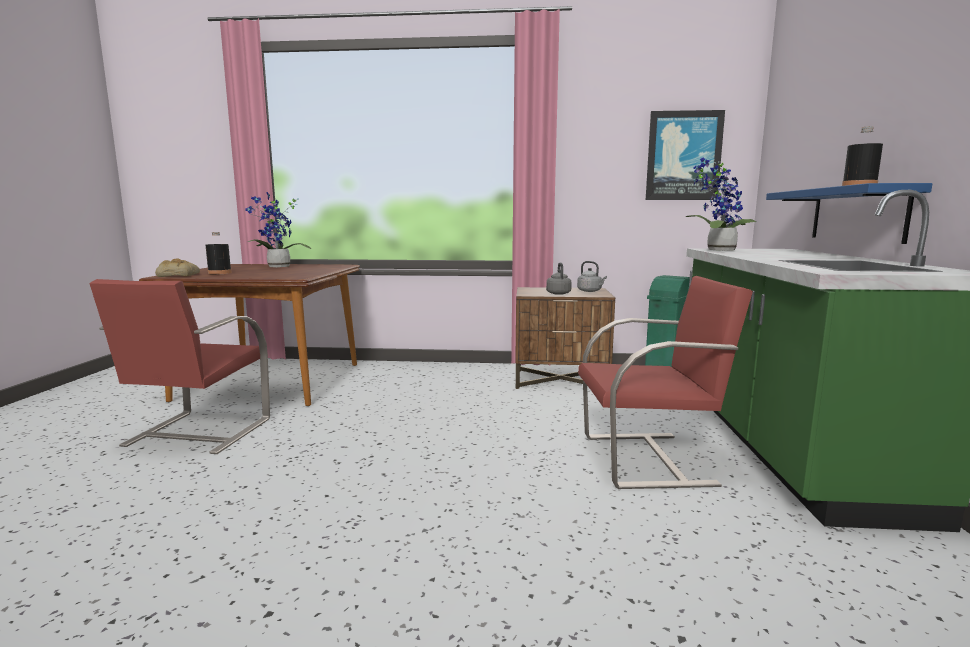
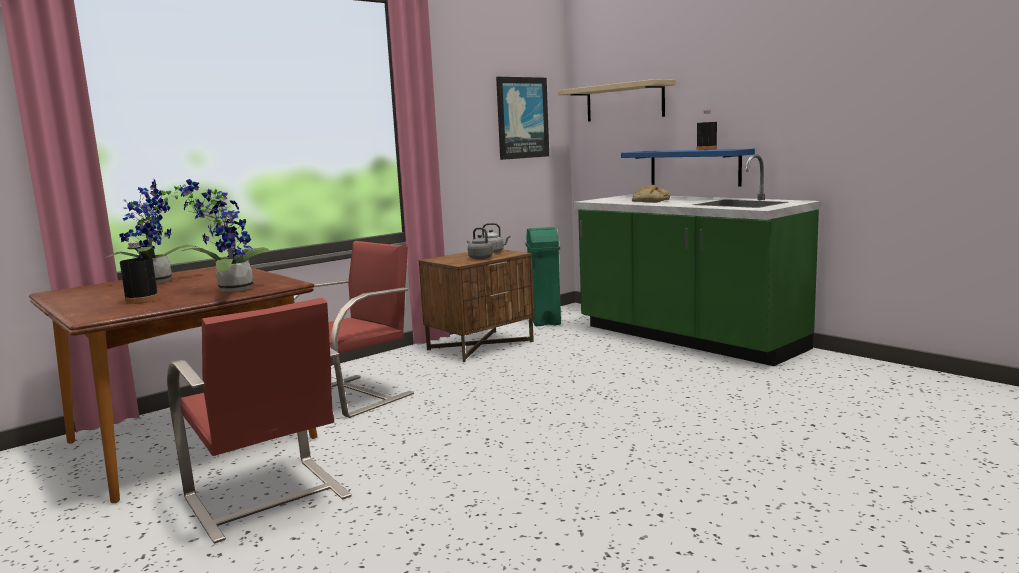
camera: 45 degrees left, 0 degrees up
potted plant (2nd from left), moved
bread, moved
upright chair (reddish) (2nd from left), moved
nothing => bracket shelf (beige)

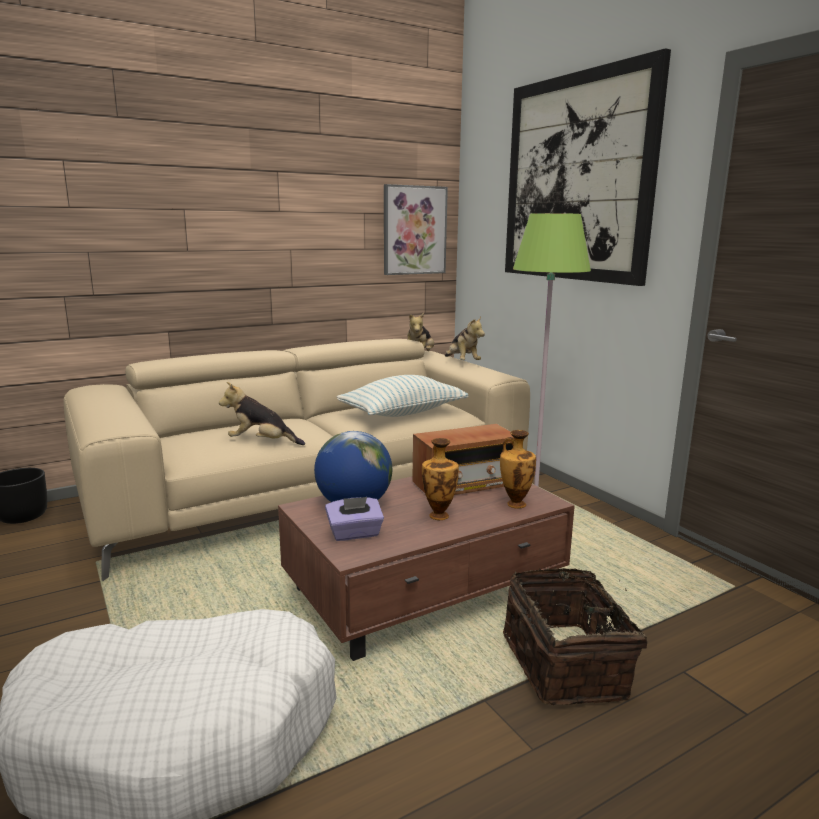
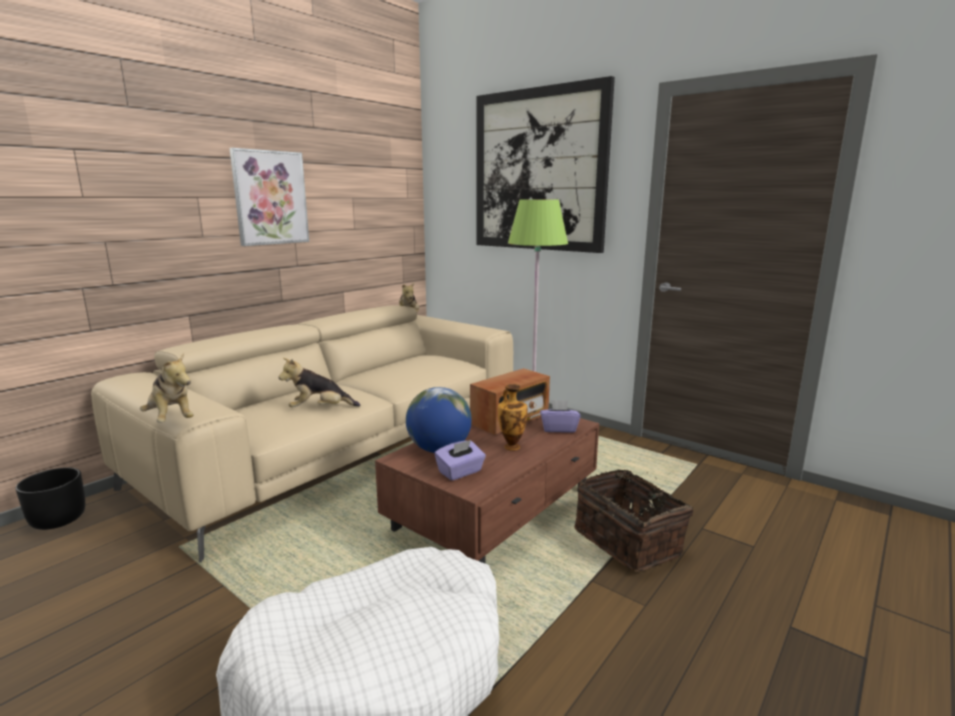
camera: 20 degrees left, 0 degrees up
wall art (1st from left), moved
soft toy (3rd from left in the first image) => soft toy (1st from left), moved
pillow => nothing
flower vase (2nd from left) => tissue box (purplish) (2nd from left)

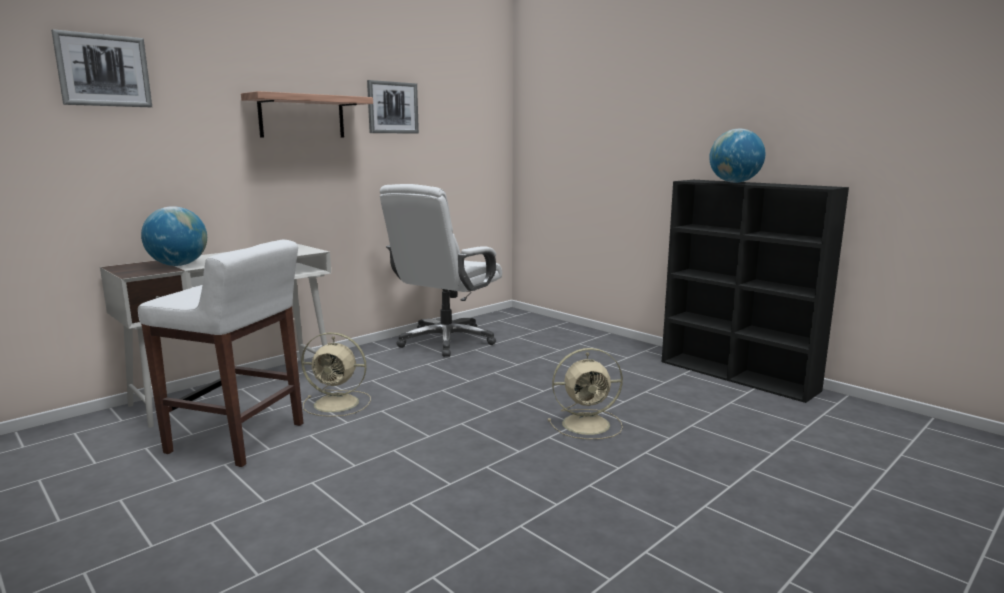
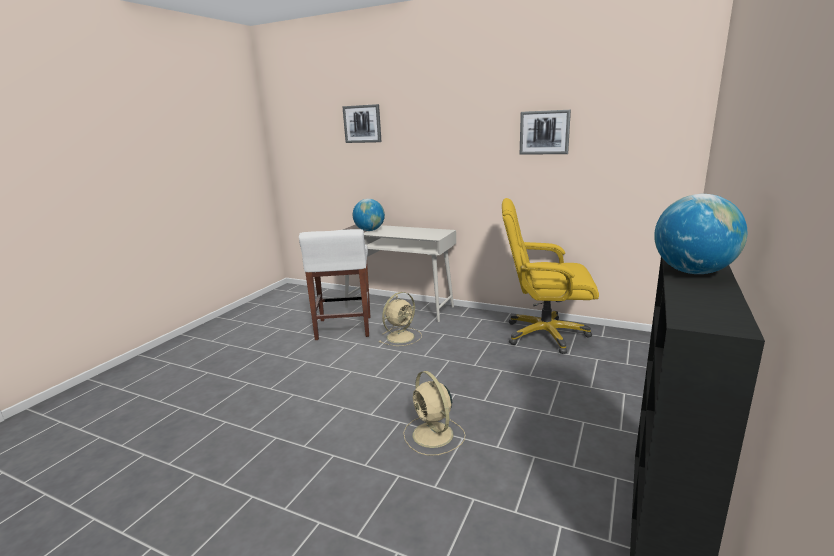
camera: 70 degrees right, 5 degrees up
bracket shelf => nothing
computer chair (white-coloured) => computer chair (yellowish)
fan (beige) (1st from left), 120 degrees counterclockwise

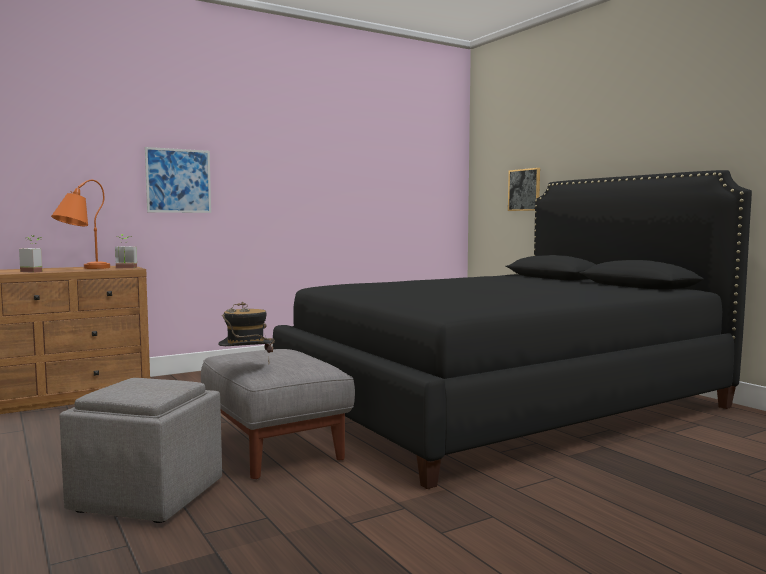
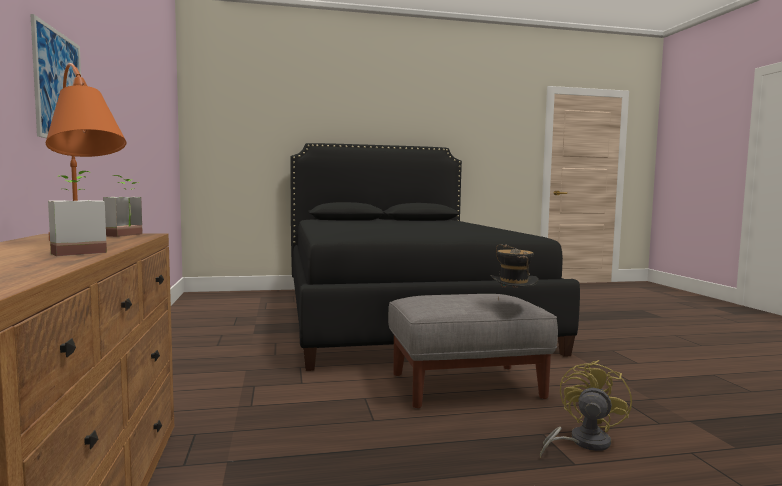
camera: 70 degrees left, 0 degrees up
wall art (2nd from left) => nothing
ottoman (gray) (1st from left) => fan (yellowish)

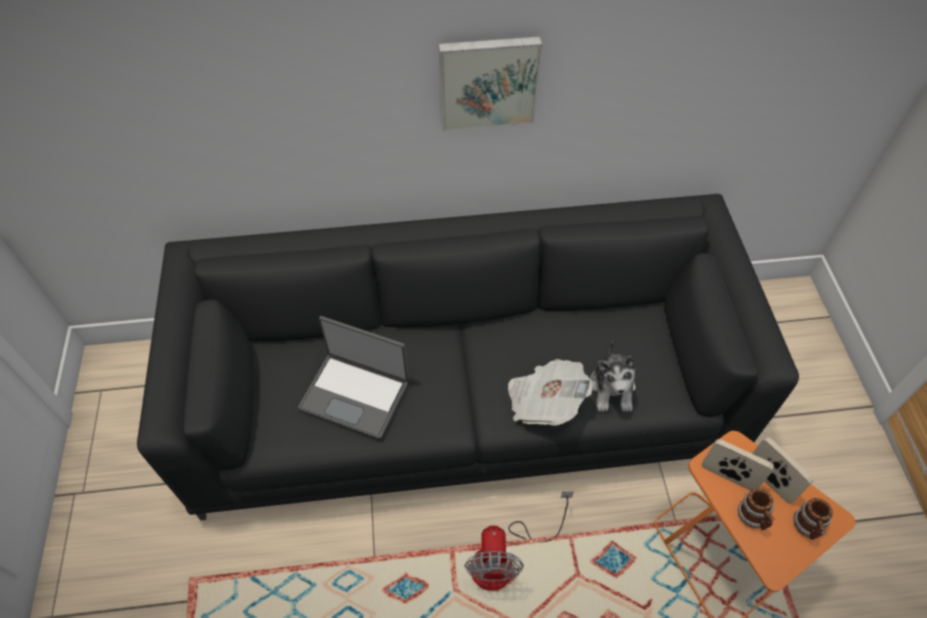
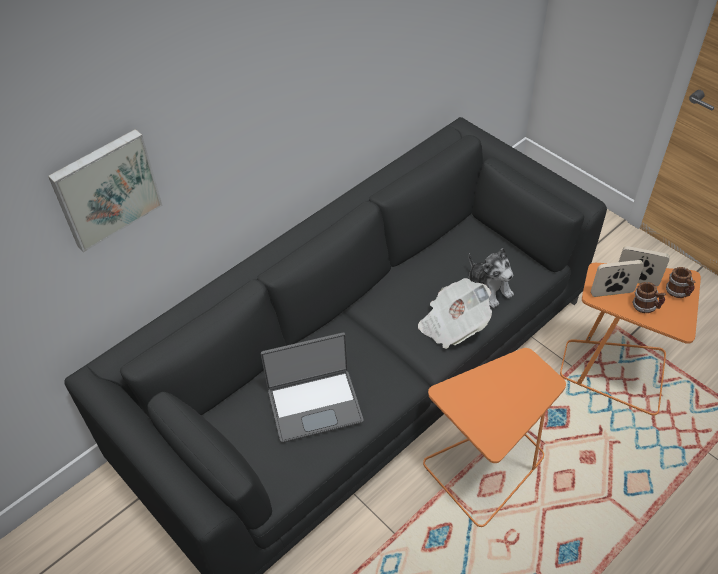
camera: 35 degrees left, 5 degrees down
wall art, moved
fan => side table (orange-coloured) (1st from left)

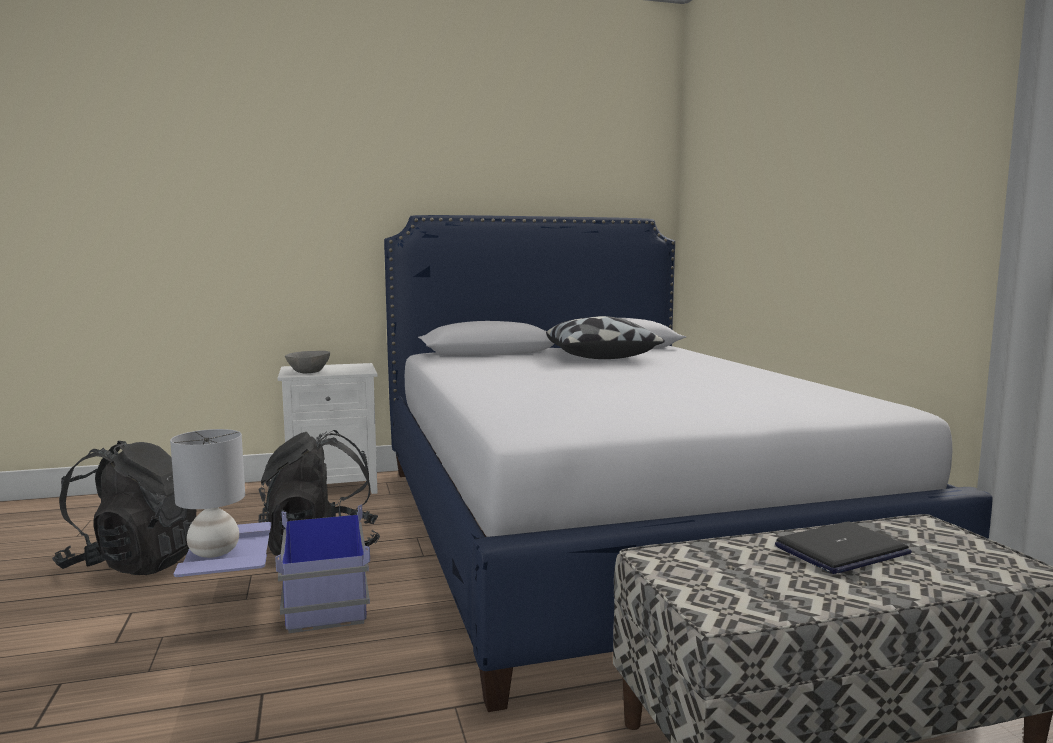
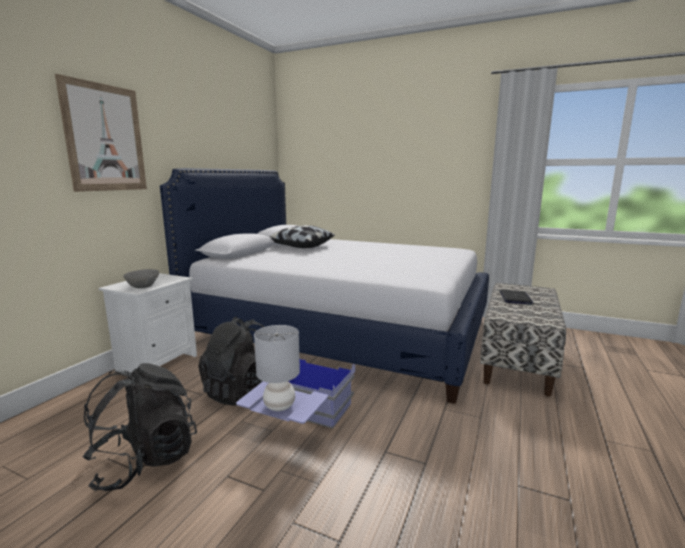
camera: 50 degrees left, 5 degrees up
nothing => wall art

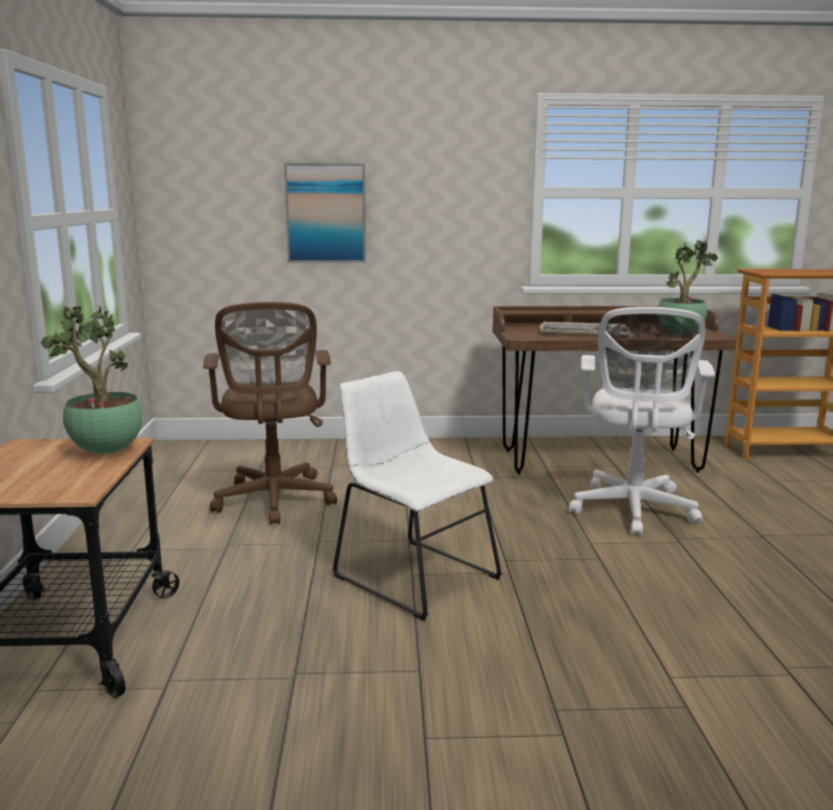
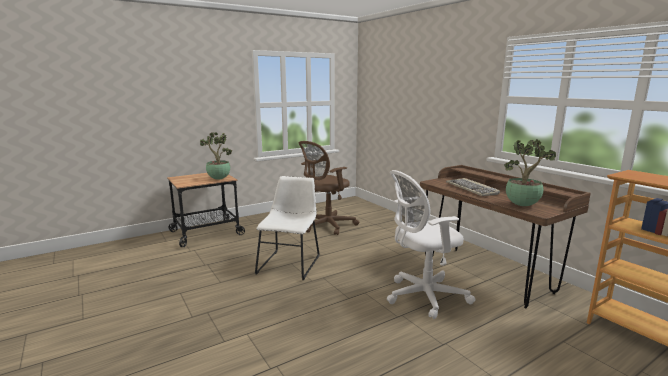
camera: 60 degrees right, 0 degrees up
wall art => nothing

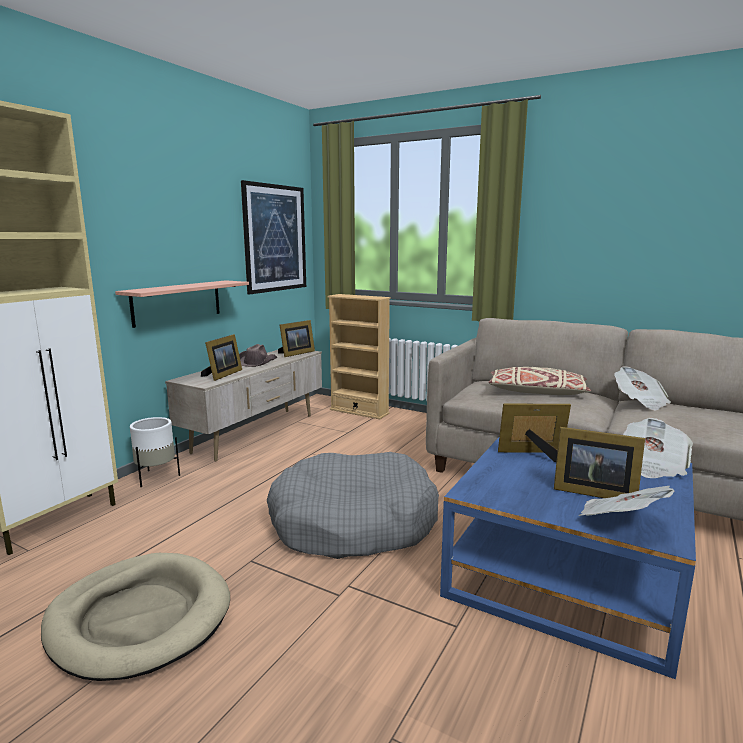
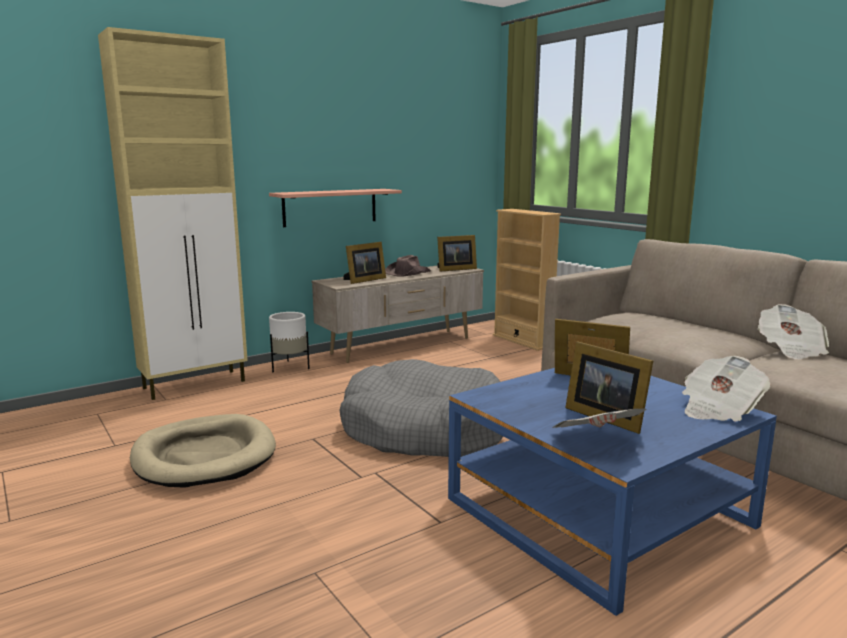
camera: 25 degrees right, 0 degrees up
wall art => nothing
pillow (beige) => nothing

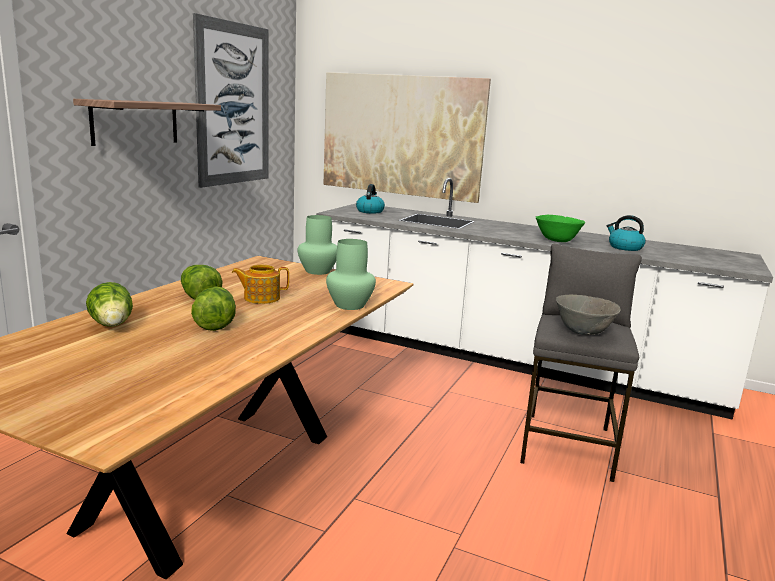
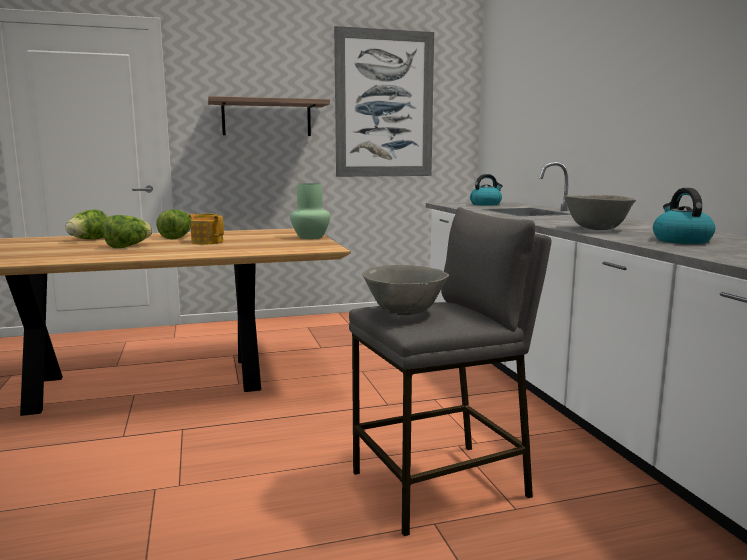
camera: 50 degrees right, 5 degrees down
wall art (2nd from left) => nothing
bowl (greenish) => bowl (gray) (2nd from left)
flower vase (greenish) (2nd from left) => nothing

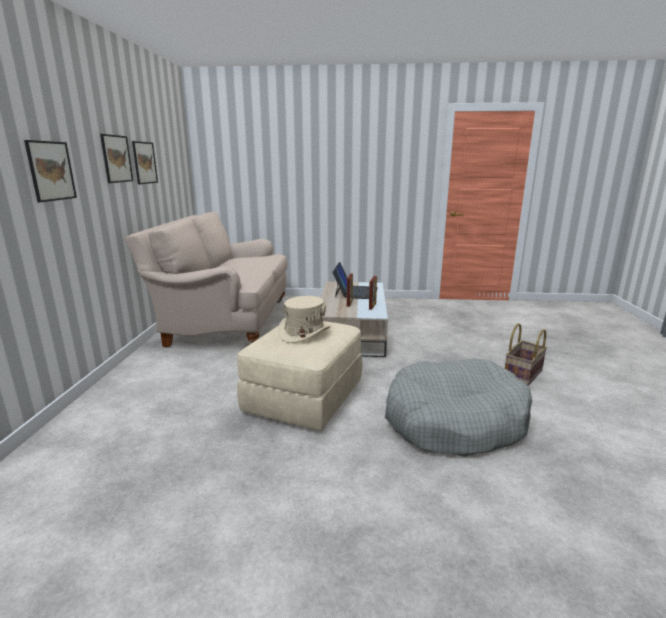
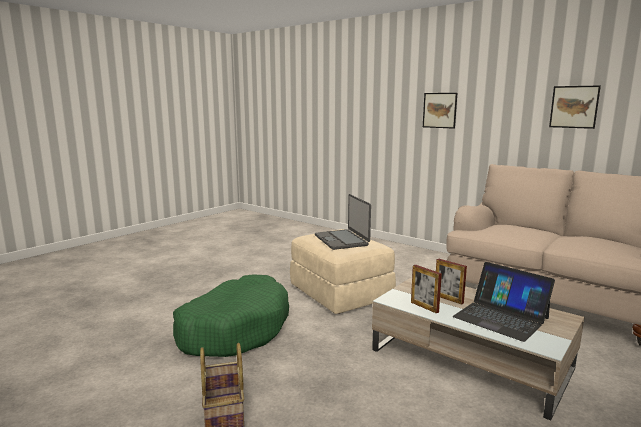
camera: 125 degrees right, 5 degrees down
wall art (2nd from left) => nothing
clothing hat (beige) => notebook computer (1st from left)
dog bed (gray) => dog bed (greenish)

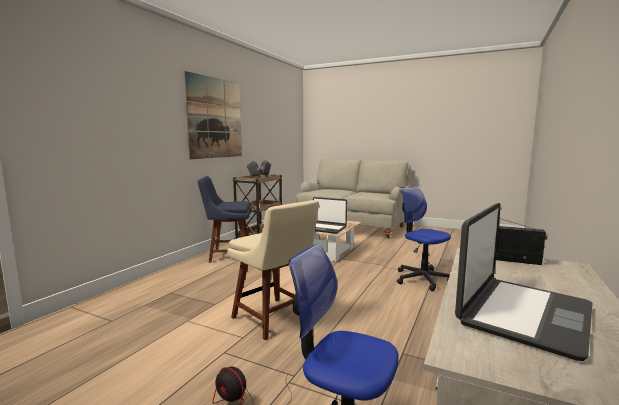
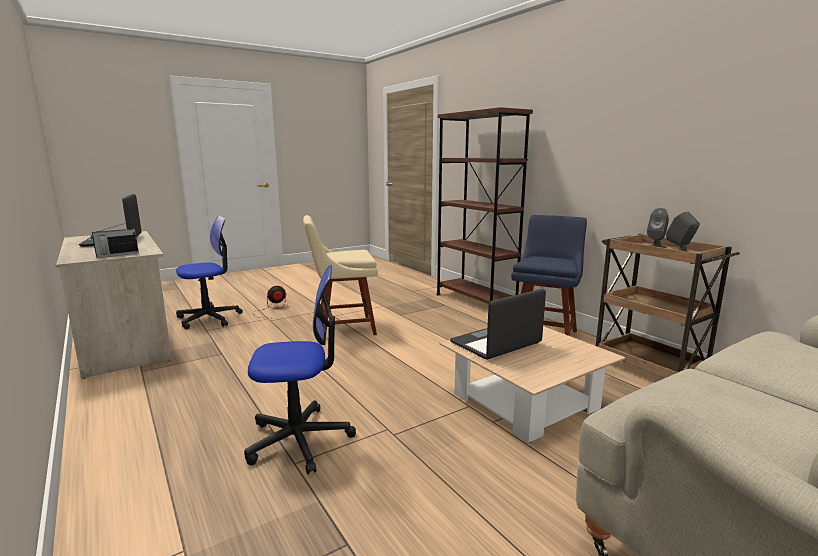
camera: 120 degrees right, 5 degrees up
wall art => nothing
nothing => shelving unit (brown-coloured)

